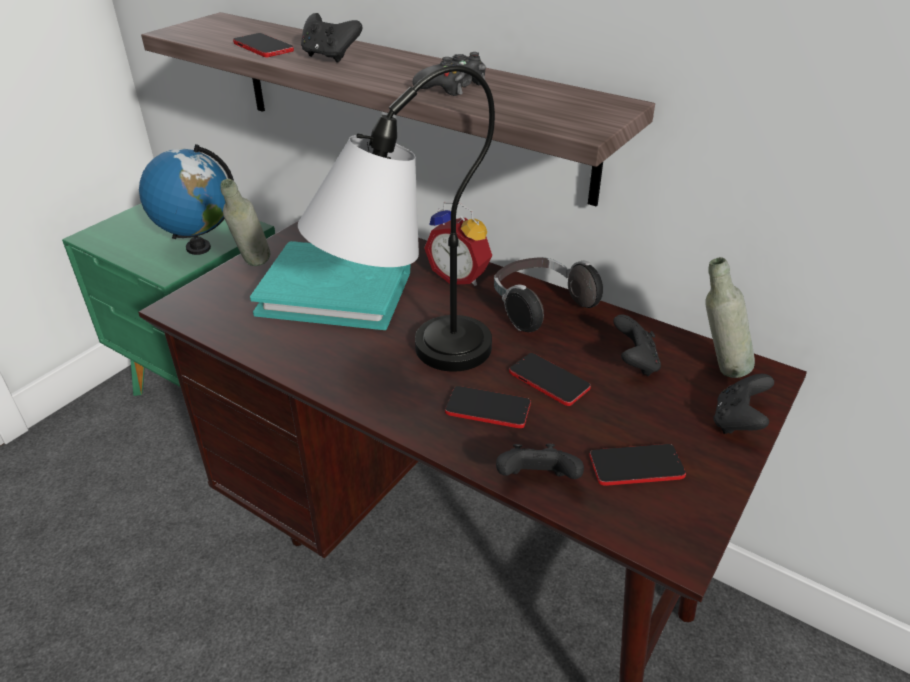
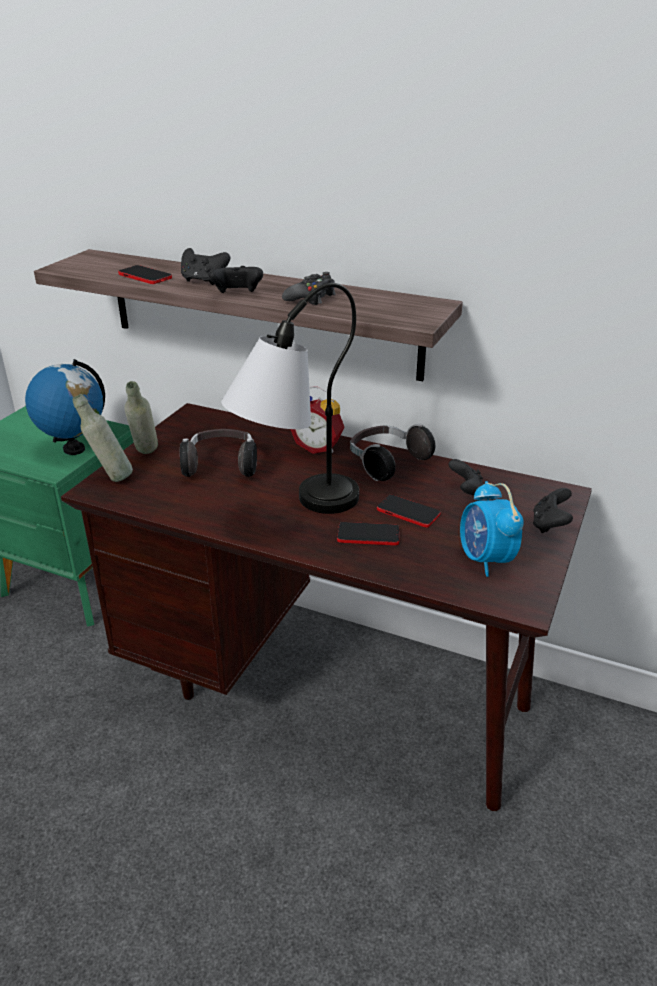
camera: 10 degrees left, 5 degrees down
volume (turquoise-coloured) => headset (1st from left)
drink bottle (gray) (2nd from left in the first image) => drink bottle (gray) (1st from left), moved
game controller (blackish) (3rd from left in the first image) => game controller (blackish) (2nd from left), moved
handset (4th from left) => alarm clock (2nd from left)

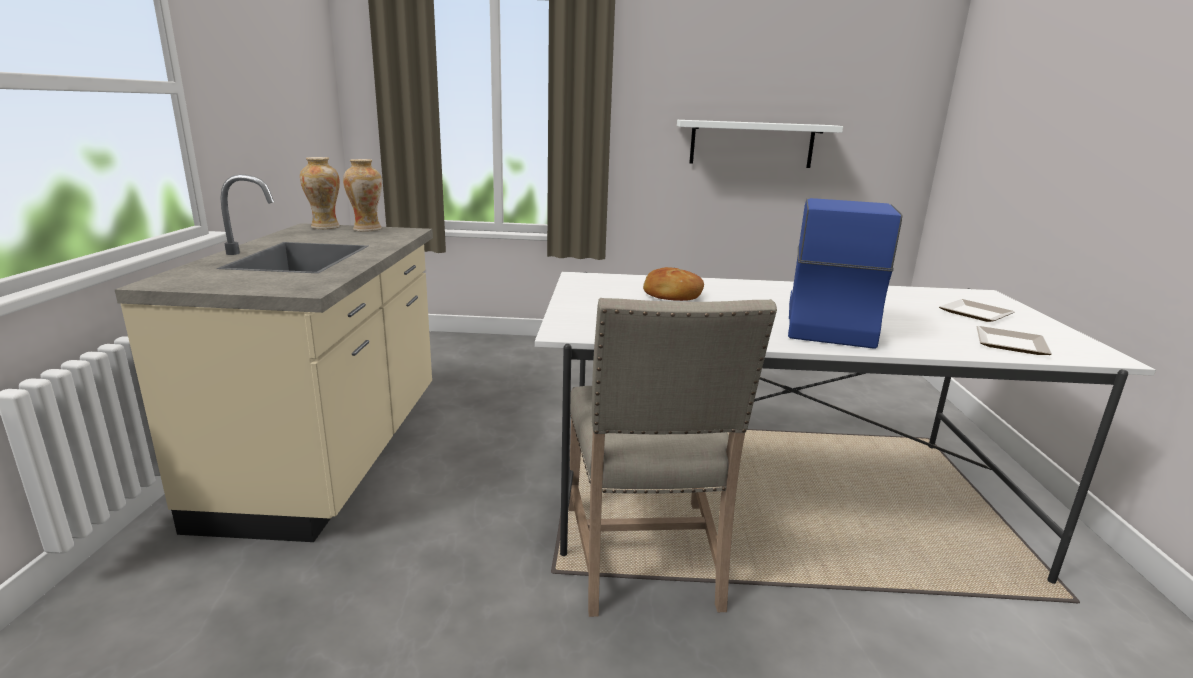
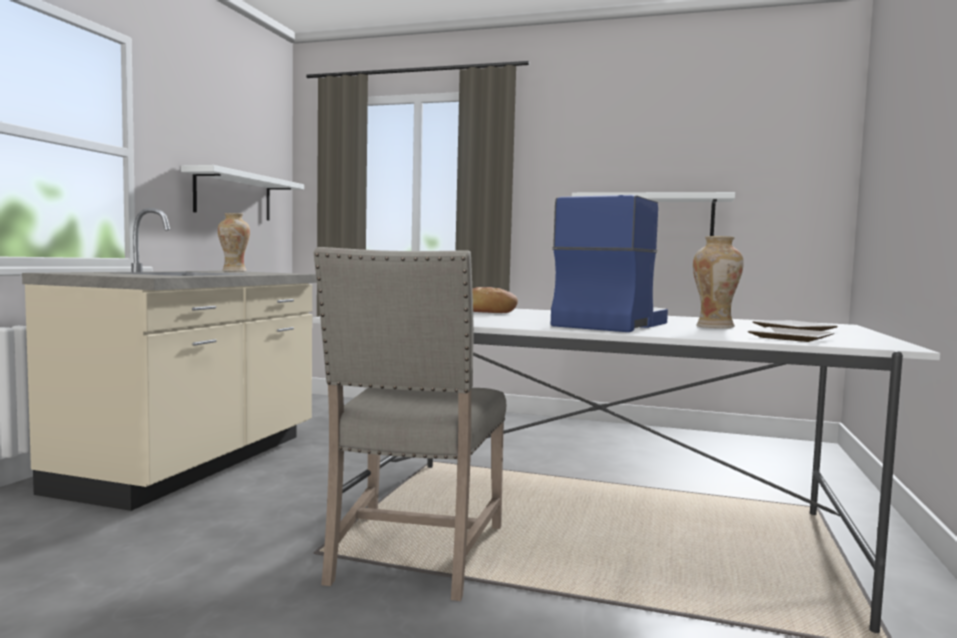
camera: 15 degrees right, 15 degrees down
flower vase (2nd from left), moved
nothing => bracket shelf (white-coloured) (1st from left)

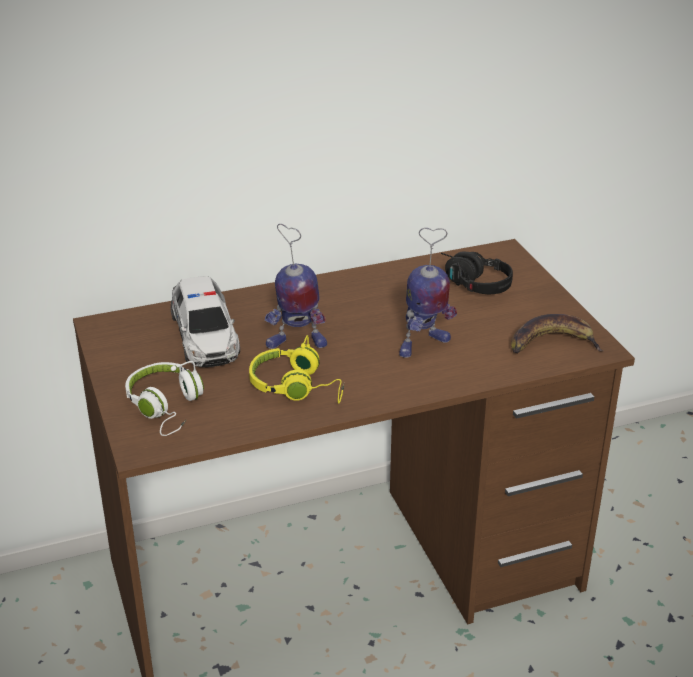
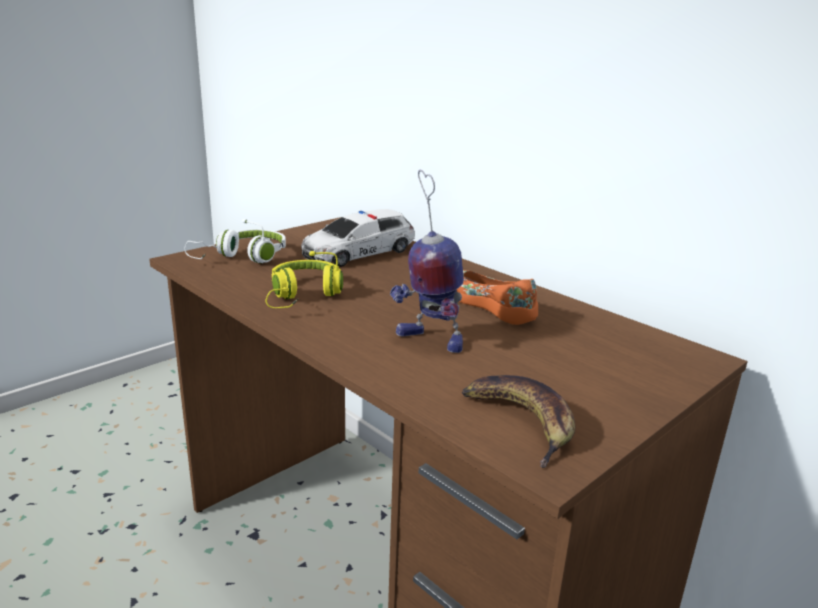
camera: 65 degrees right, 10 degrees down
robot figure (1st from left) => nothing
headset (blackish) => nothing
nothing => item of footwear (orange-coloured)

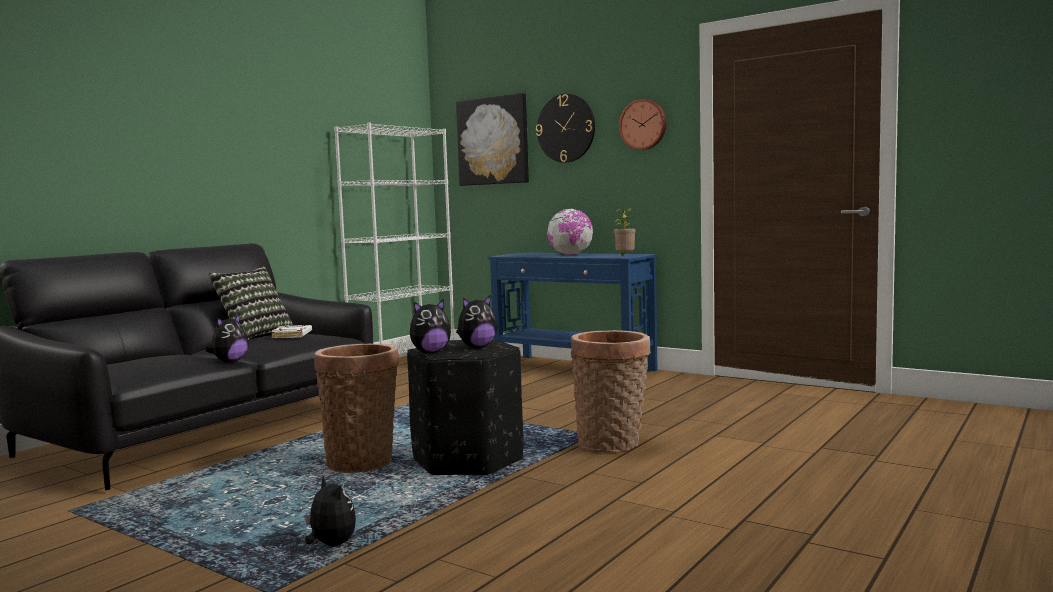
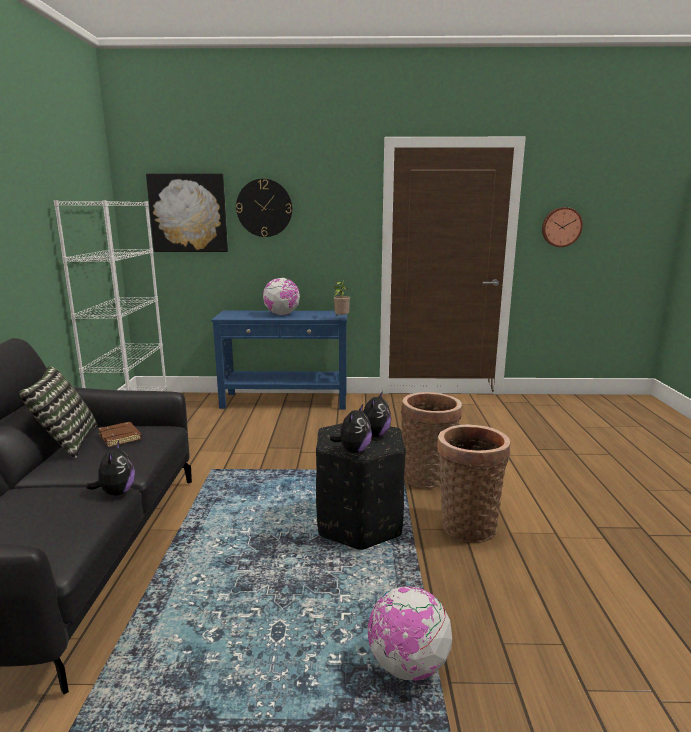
camera: 35 degrees left, 10 degrees up
clock on the wall (2nd from left), moved
volume (white-coloured) => volume (brown-coloured)
storage basket (1st from left in the first image) => storage basket (2nd from left), moved
soft toy (2nd from left) => globe (2nd from left)

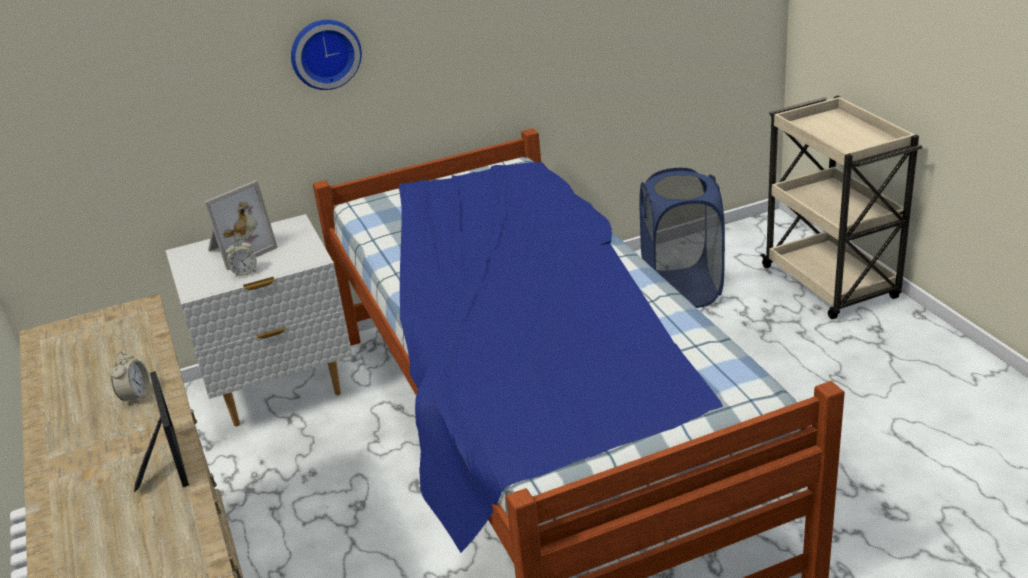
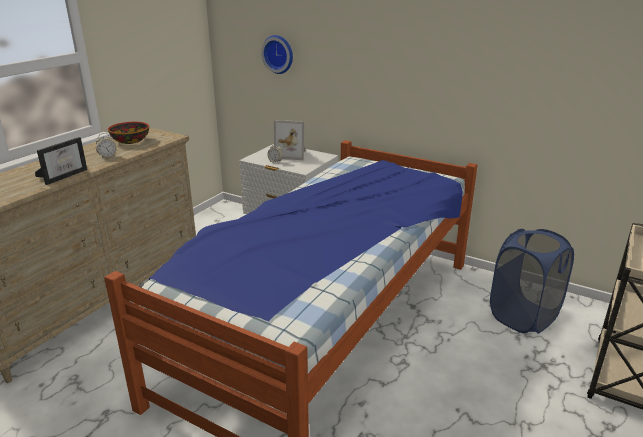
camera: 50 degrees right, 5 degrees down
clock on the wall, moved
nothing => bowl

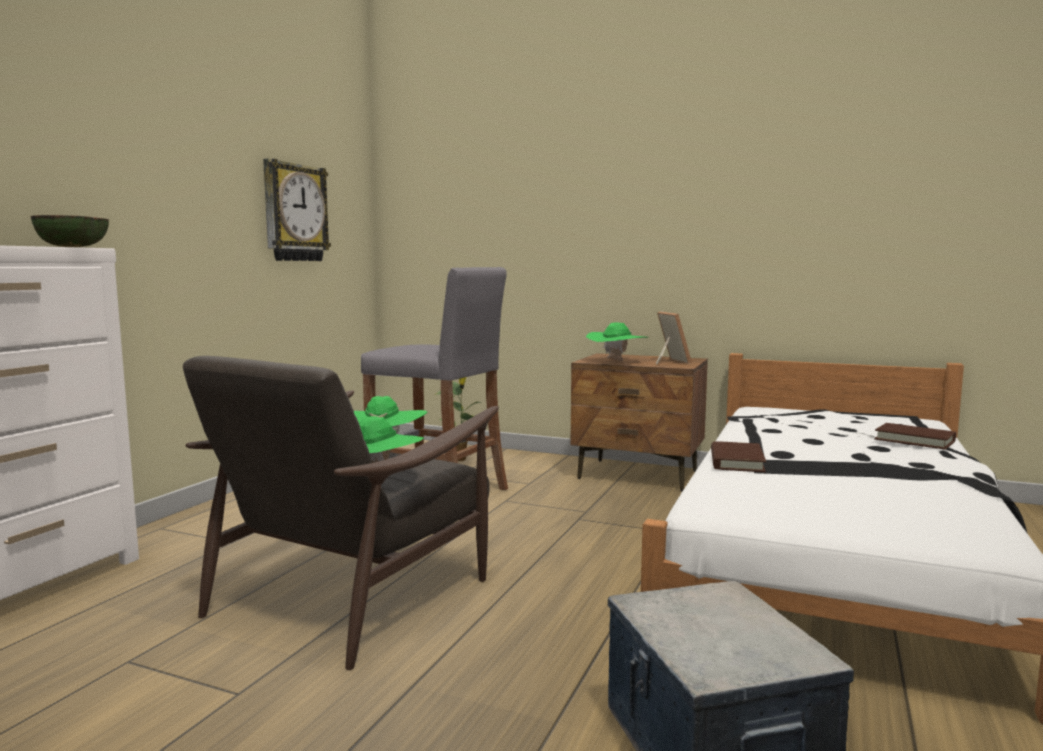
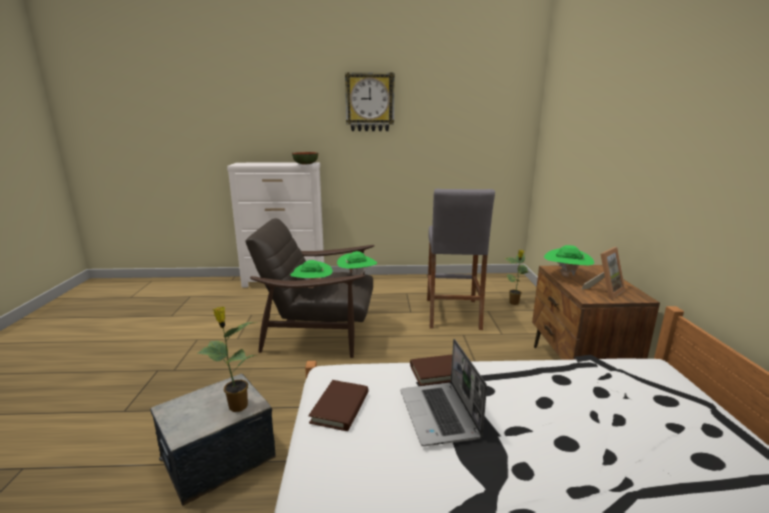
camera: 65 degrees right, 10 degrees up
clock on the wall, moved
volume (brown-coloured) (2nd from left in the first image) => volume (brown-coloured) (1st from left), moved
nothing => potted plant (1st from left)
nothing => notebook computer

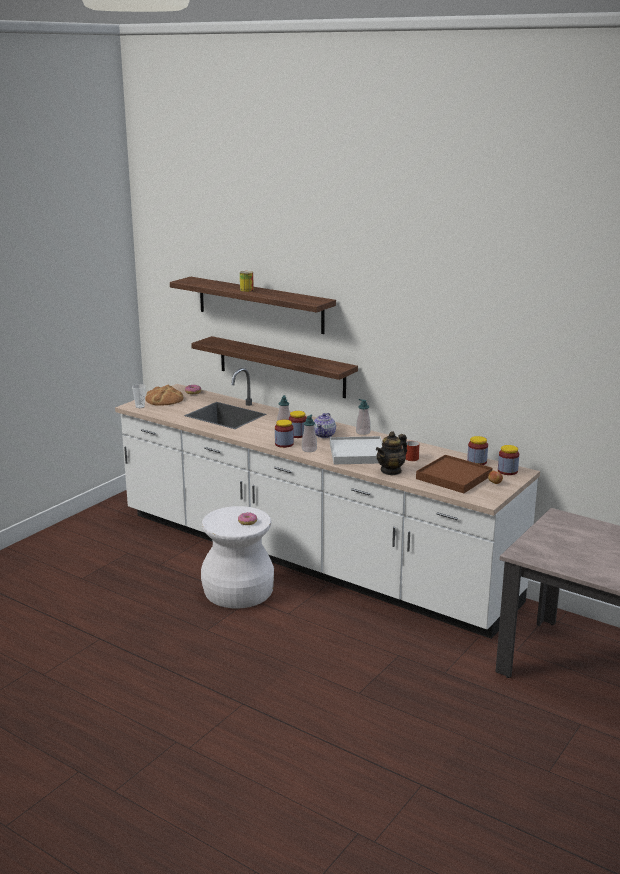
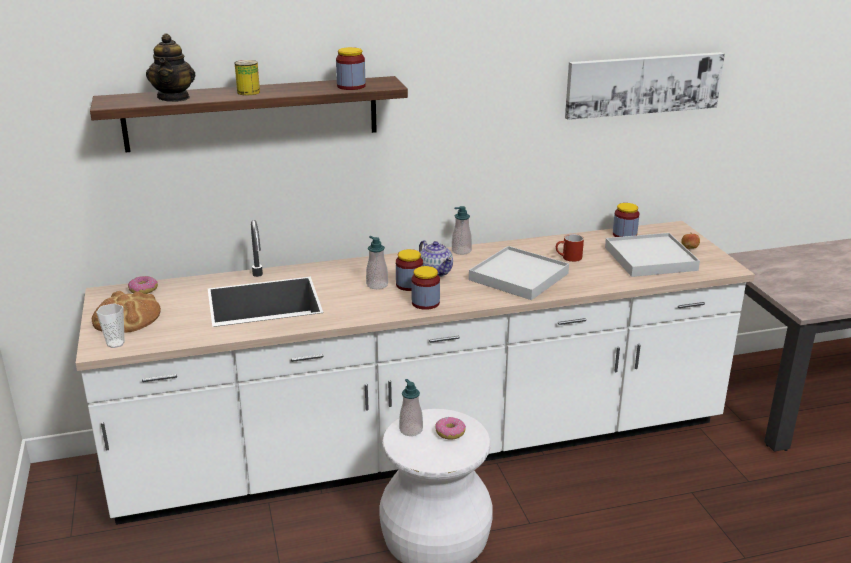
camera: 50 degrees left, 5 degrees up
bracket shelf (2nd from left) => nothing
soap bottle (2nd from left), moved
pot for tea (2nd from left in the first image) => pot for tea (1st from left), moved
jar (4th from left in the first image) => jar (1st from left), moved
carrying tray (brown-coloured) => carrying tray (white-coloured) (2nd from left)
nothing => wall art

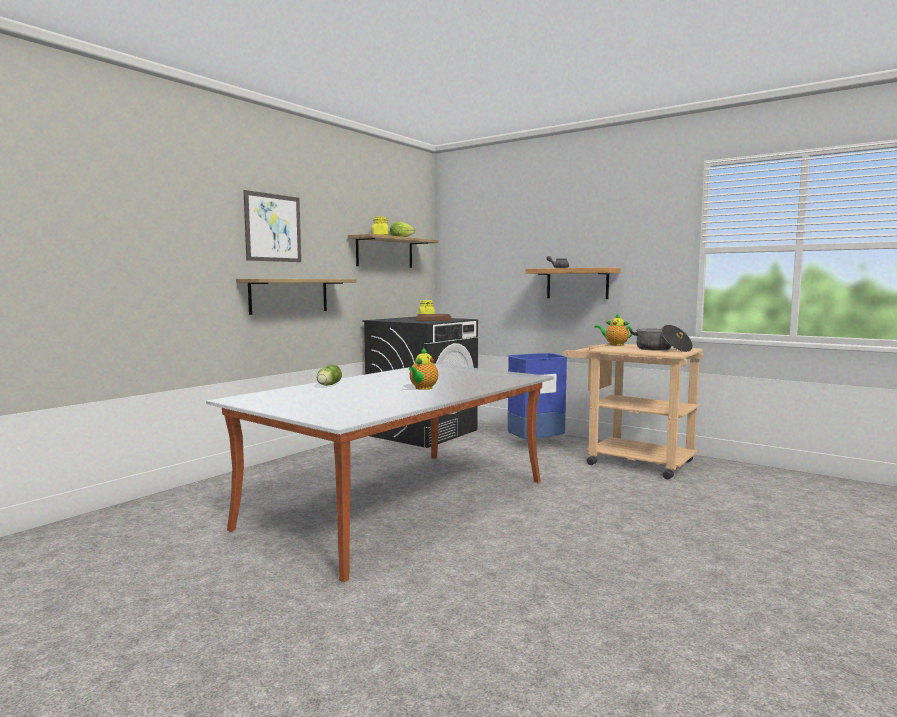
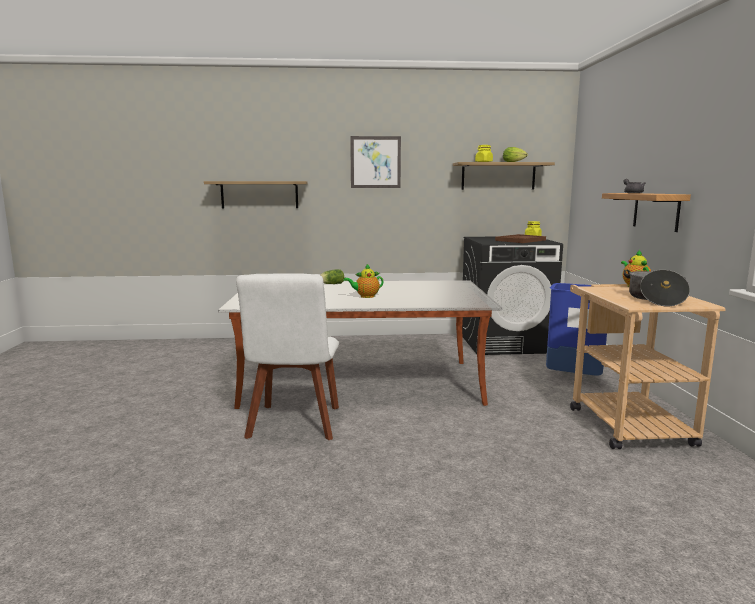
camera: 50 degrees right, 5 degrees up
bracket shelf (1st from left), moved
nothing => upright chair (white-coloured)

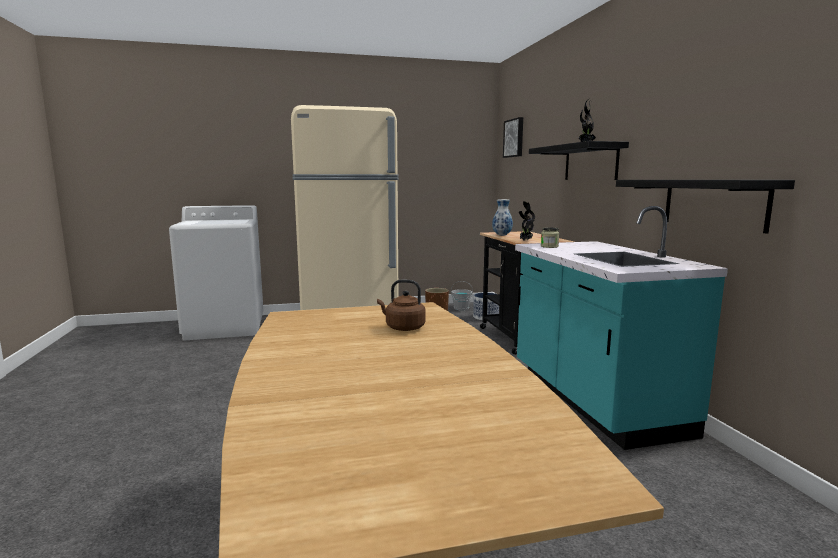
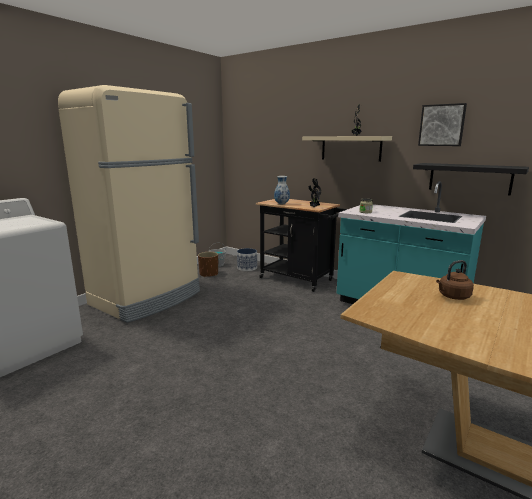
camera: 40 degrees left, 5 degrees up
wall art, moved
bracket shelf (blackish) (1st from left) => bracket shelf (beige)

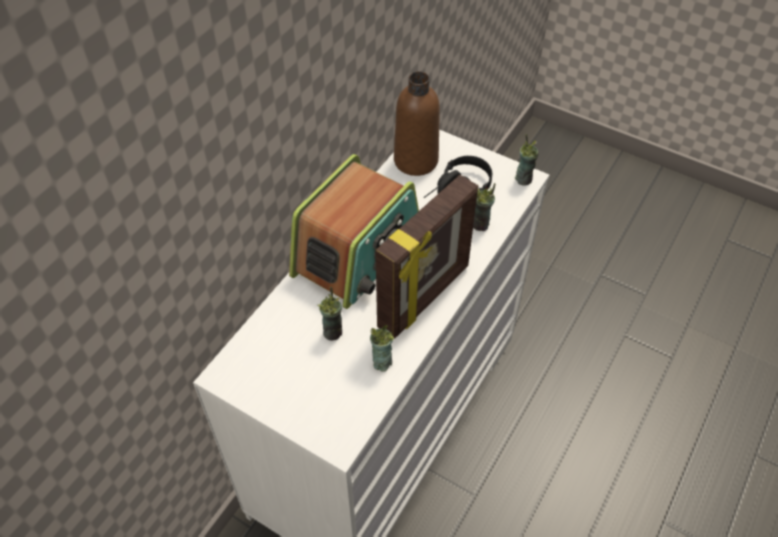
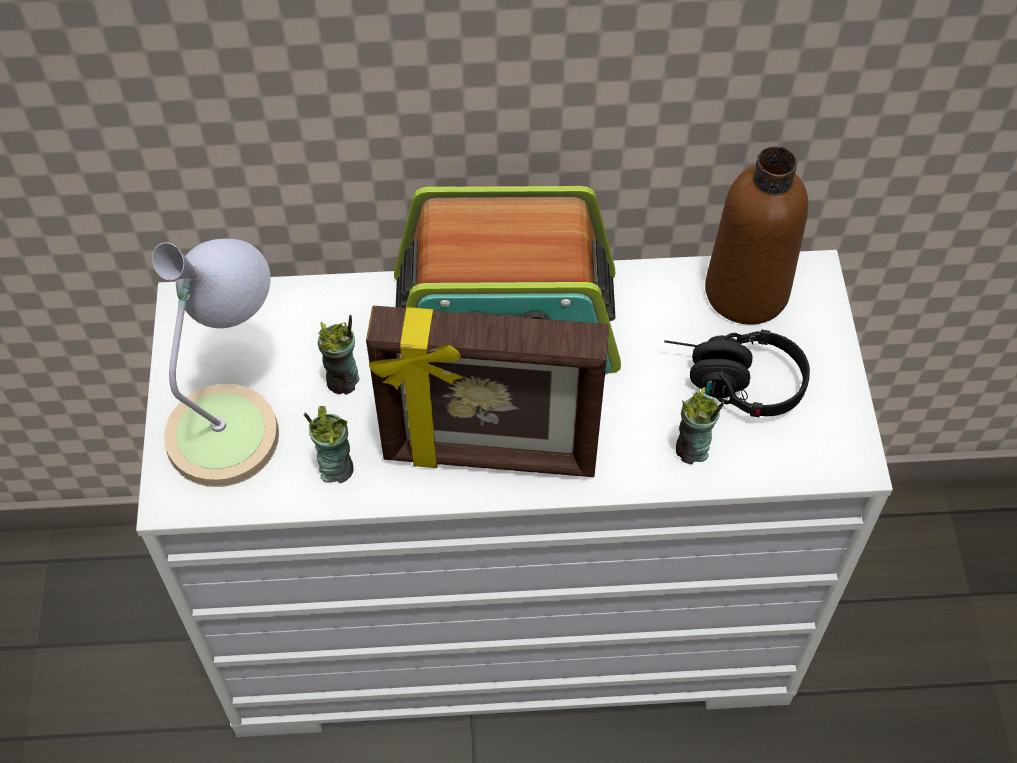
camera: 55 degrees right, 5 degrees up
drinking cup (4th from left) => nothing
nothing => tabletop lamp

